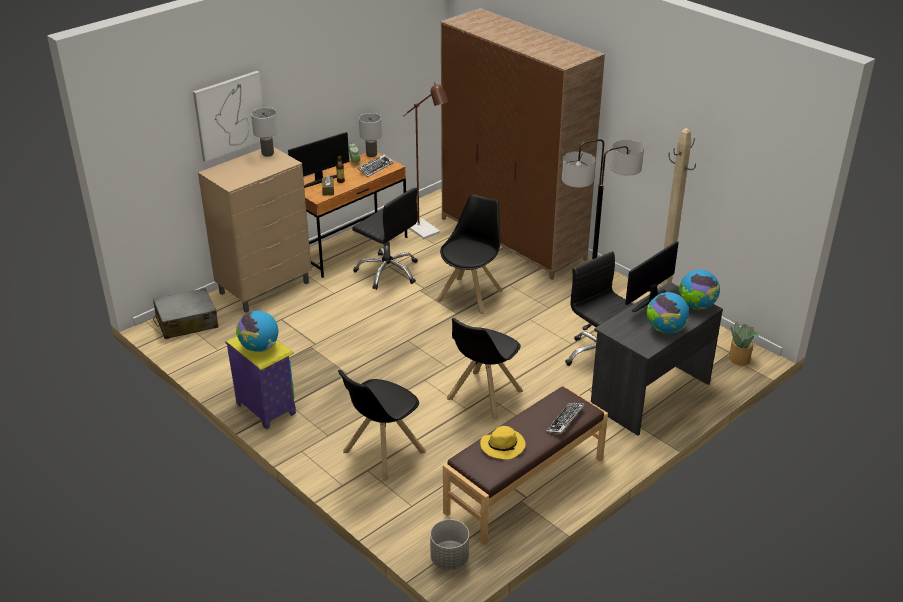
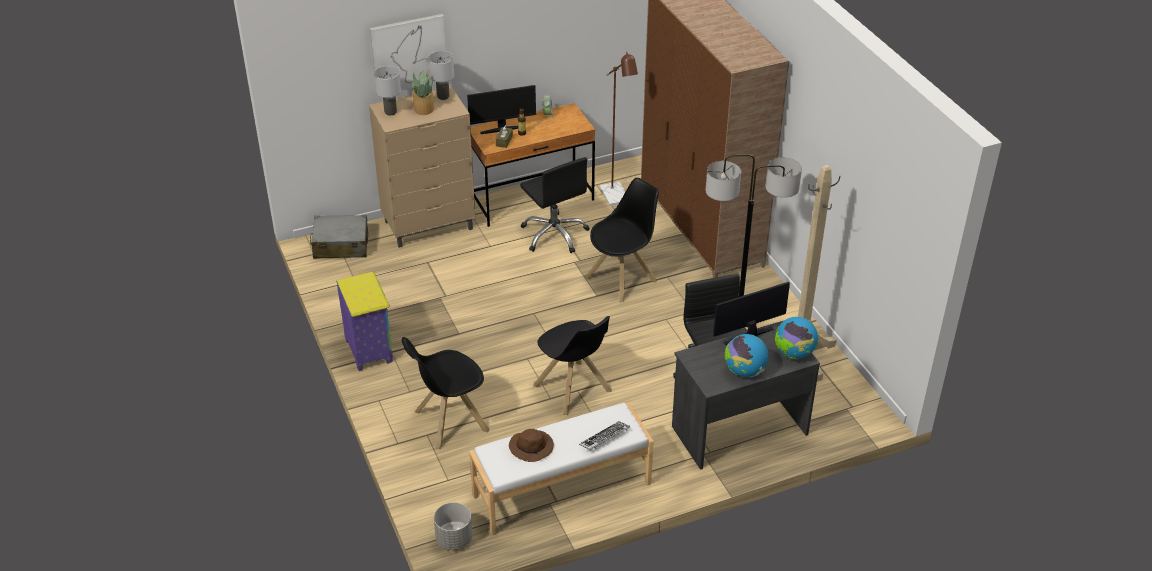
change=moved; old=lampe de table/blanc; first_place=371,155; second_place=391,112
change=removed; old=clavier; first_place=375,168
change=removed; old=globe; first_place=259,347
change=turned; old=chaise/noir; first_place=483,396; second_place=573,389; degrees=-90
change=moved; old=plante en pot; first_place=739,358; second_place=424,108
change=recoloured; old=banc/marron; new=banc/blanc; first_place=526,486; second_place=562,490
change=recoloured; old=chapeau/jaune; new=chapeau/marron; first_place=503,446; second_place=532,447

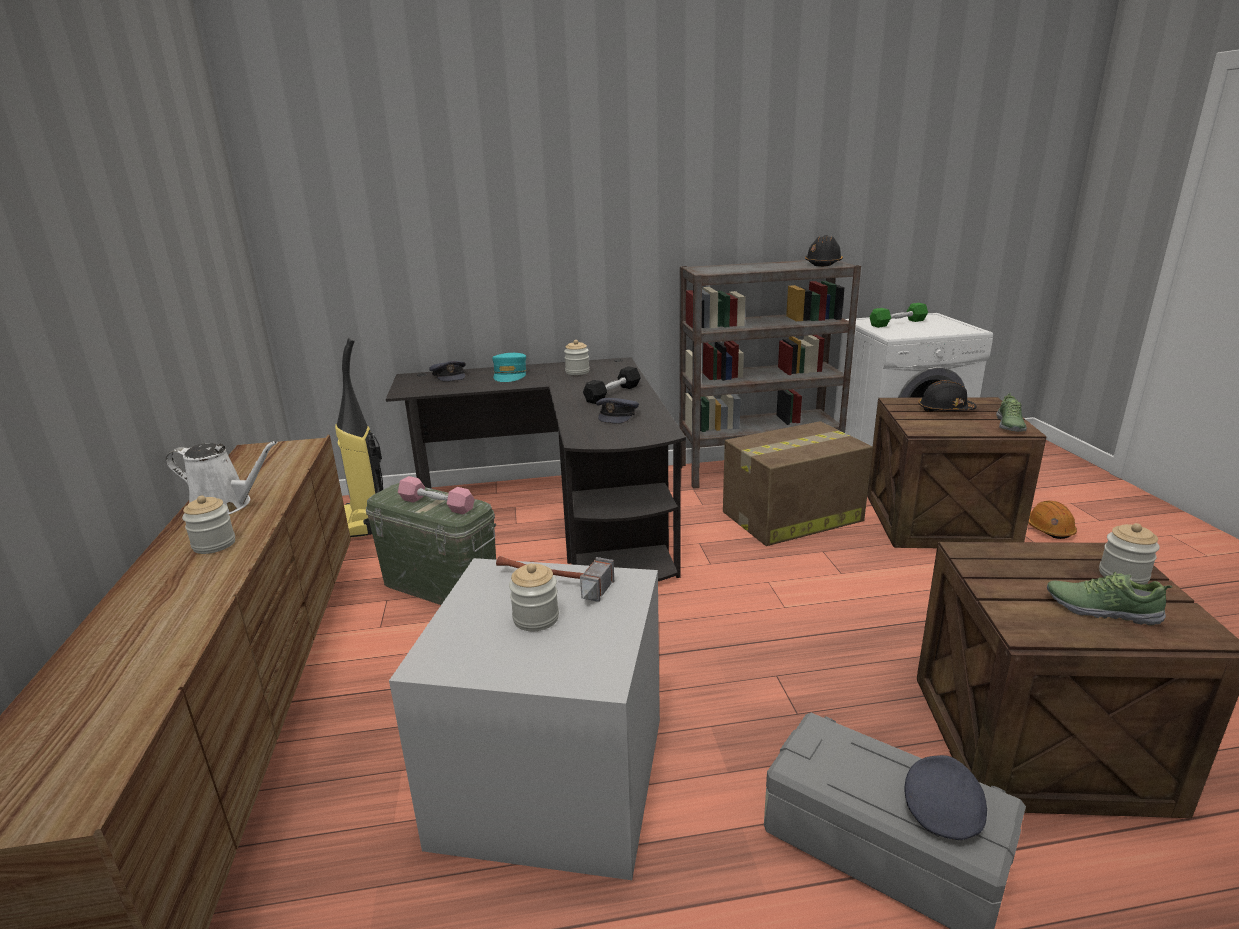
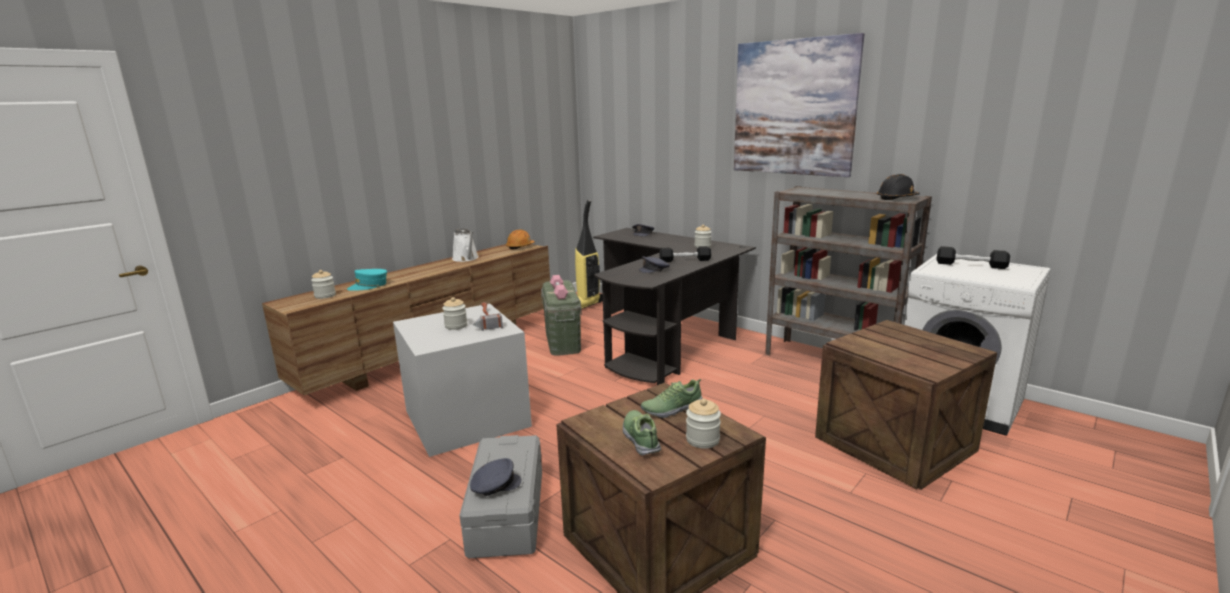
change=recoloured; old=haltère/vert; new=haltère/noir; first_place=898,323; second_place=971,265
change=moved; old=casquette/turquoise; first_place=510,375; second_place=369,286
change=removed; old=casque de chantier/noir; first_place=945,410
change=moved; old=chaussure; first_place=1009,425; second_place=671,409
change=removed; old=carton; first_place=790,517
change=moved; old=bocal; first_place=214,544; second_place=325,295
change=moved; old=casque de chantier/orange; first_place=1048,529; second_place=520,247
change=added; new=tableau; second_place=793,108

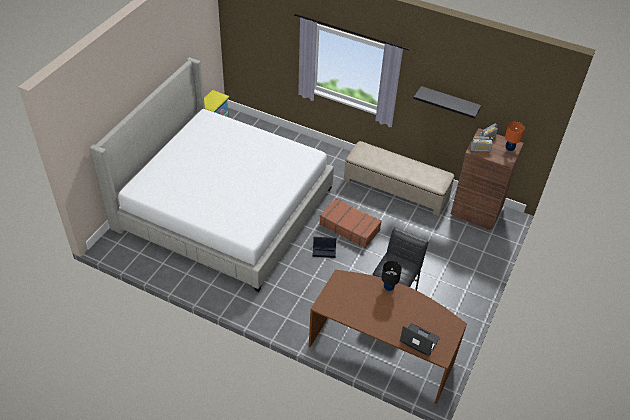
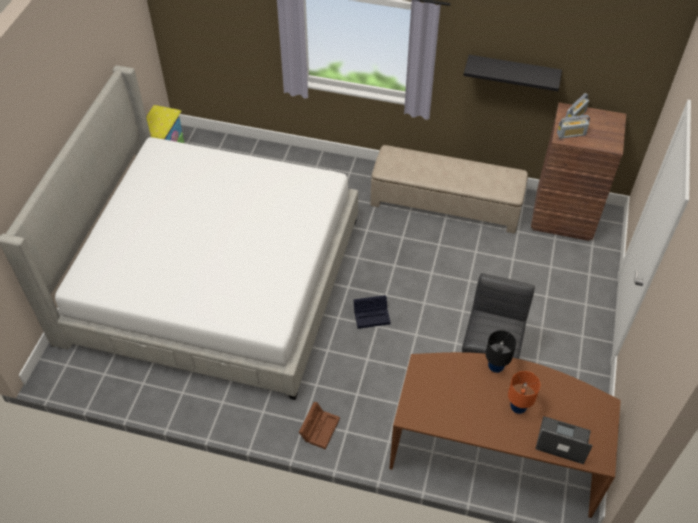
change=moved; old=lampe de table/orange; first_place=510,149; second_place=518,408
change=removed; old=valise/marron; first_place=349,227
change=added; new=boîte de rangement/marron; second_place=319,428

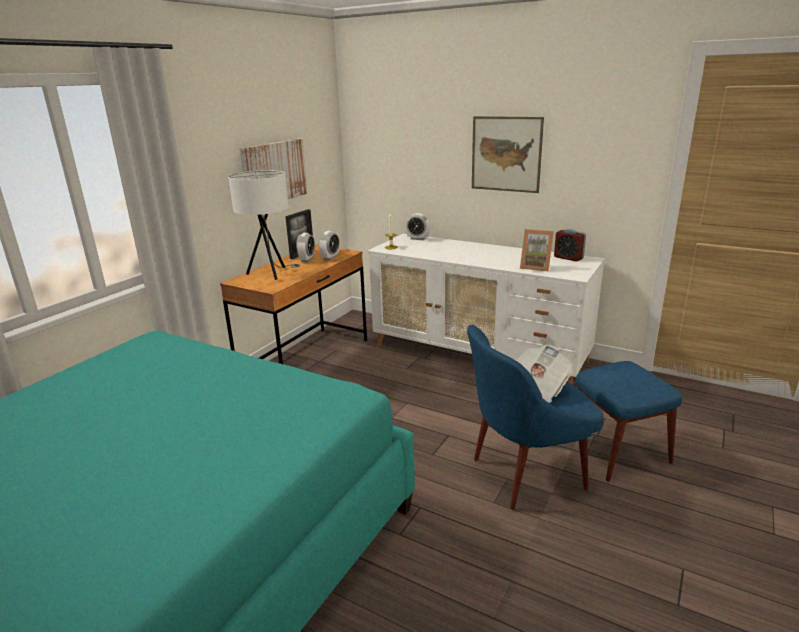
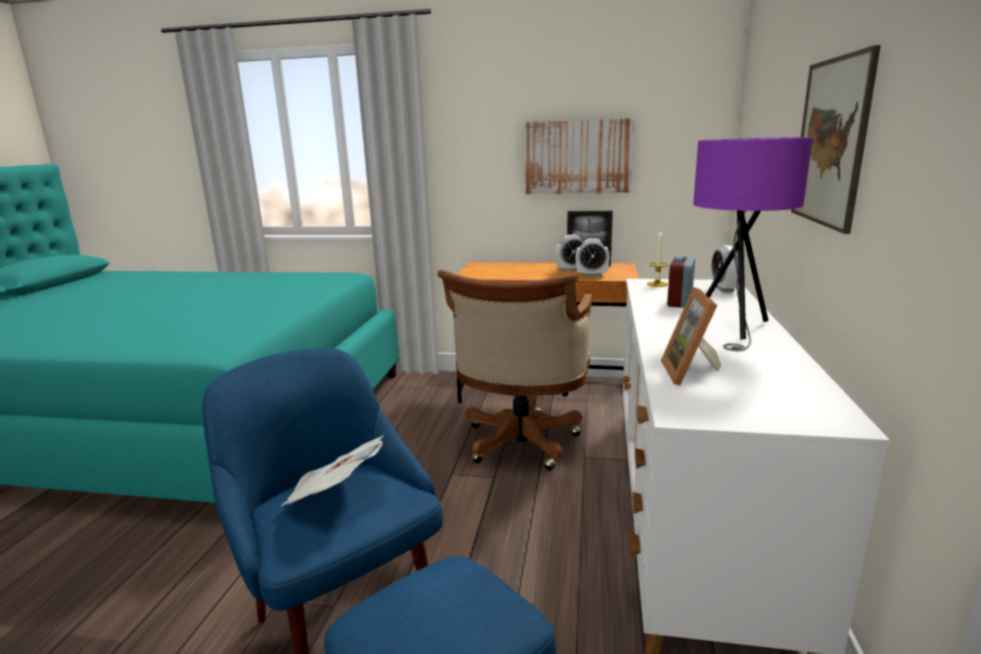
change=removed; old=lampe de table/blanc; first_place=271,274
change=moved; old=réveil; first_place=568,258; second_place=679,302
change=added; new=lampe de table/violet; second_place=733,329
change=added; new=chaise de bureau; second_place=520,444

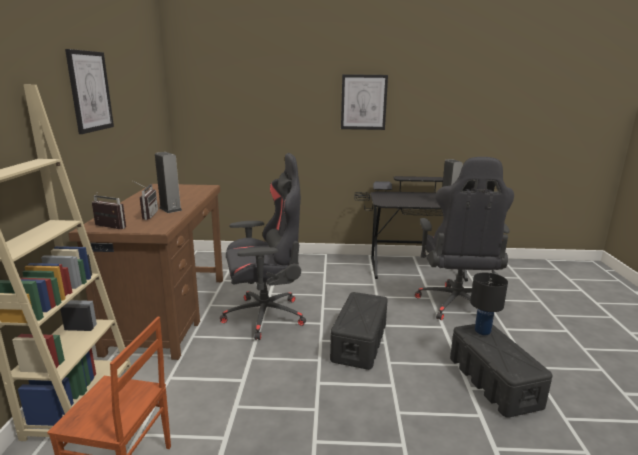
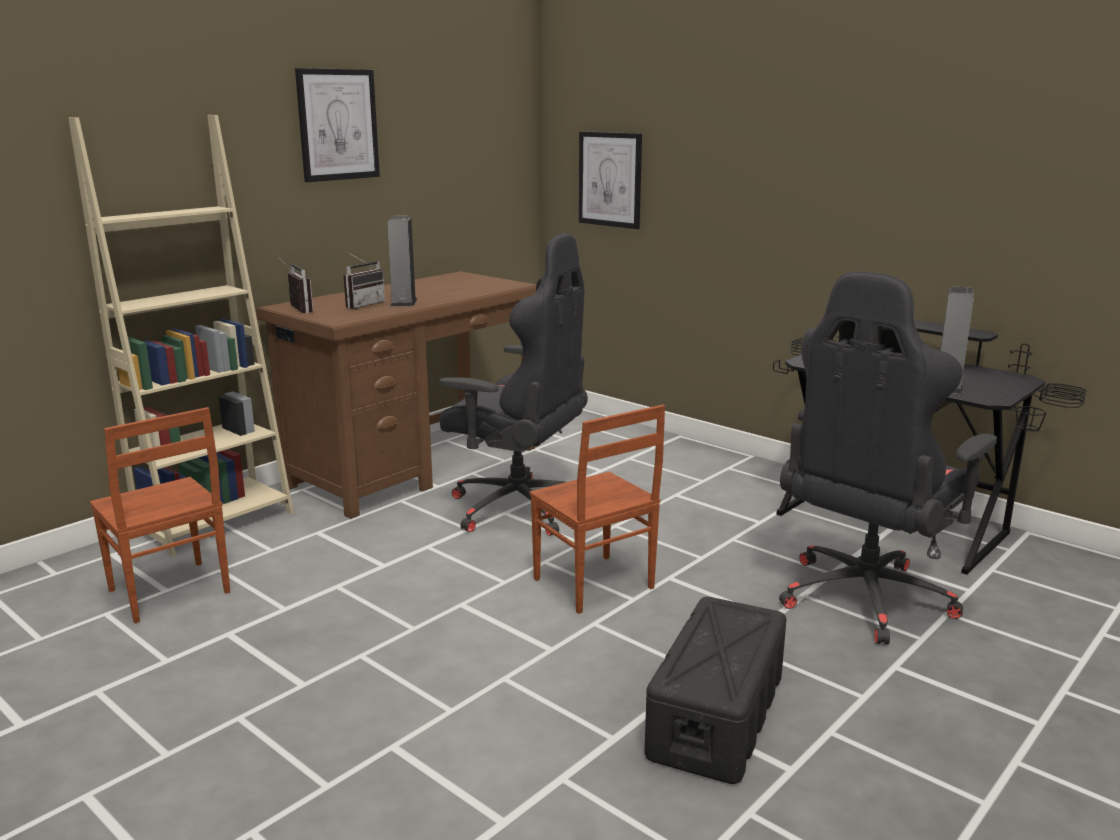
change=moved; old=tableau; first_place=363,102; second_place=610,179
change=removed; old=lampe de table/noir; first_place=483,332
change=replaced; old=boîte de rangement/noir; new=chaise/marron; first_place=359,343; second_place=593,585

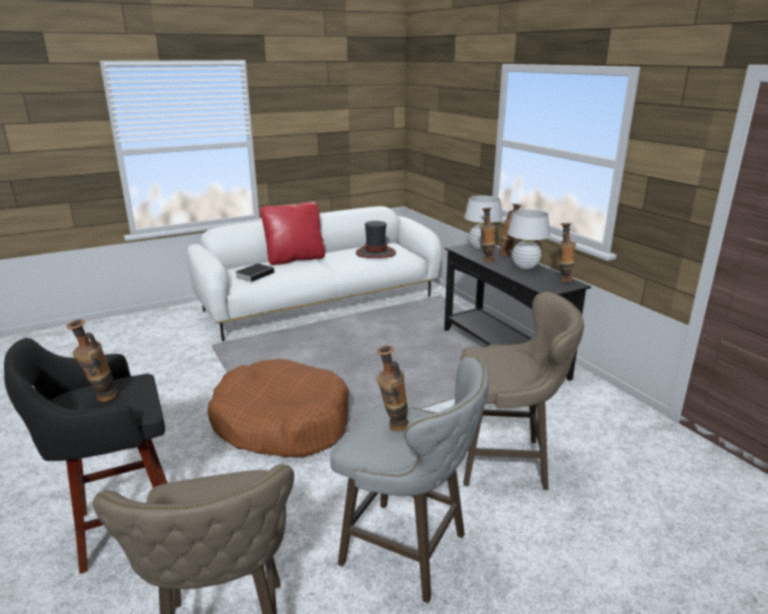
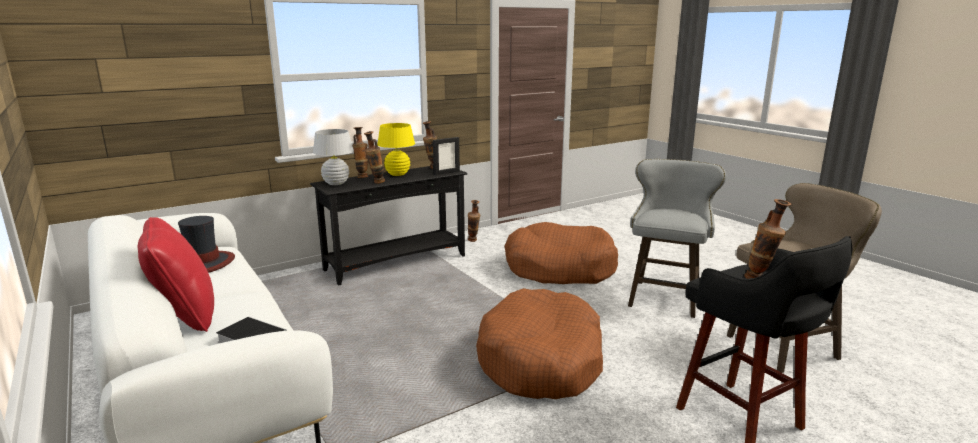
change=recoloured; old=lampe de table/blanc; new=lampe de table/jaune; first_place=525,266; second_place=397,174
change=replaced; old=tabouret/beige; new=panier pour chien/marron; first_place=507,462; second_place=559,268
change=moved; old=vase; first_place=392,428; second_place=473,241
change=added; new=cadre photo; second_place=446,172

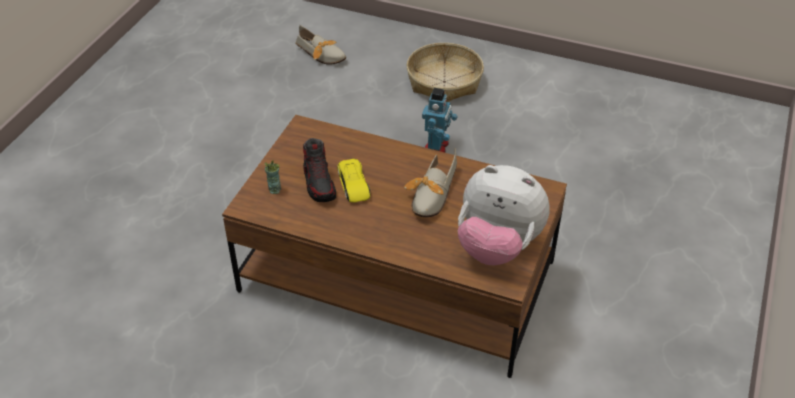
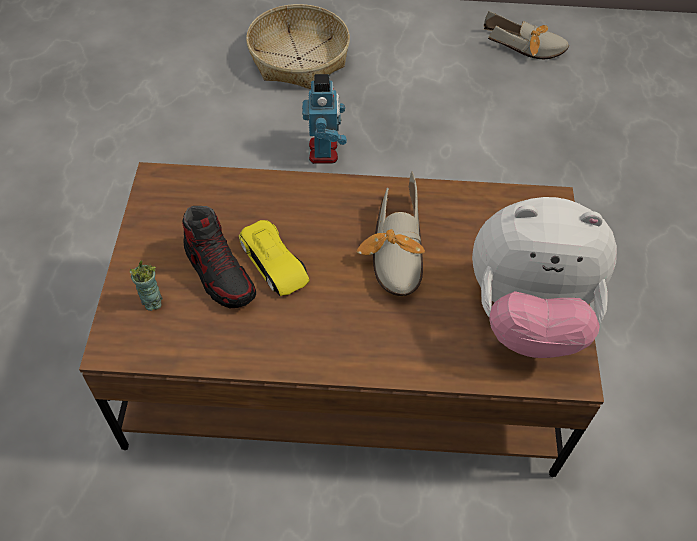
change=moved; old=chaussure; first_place=322,55; second_place=528,47

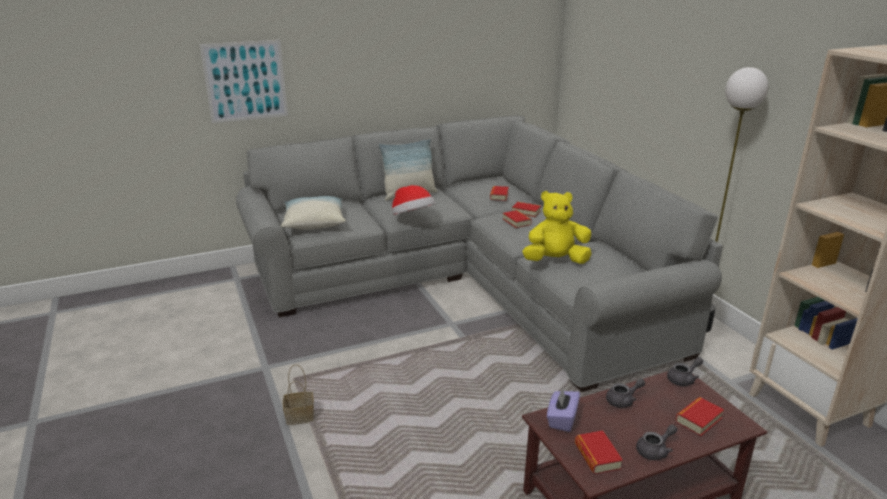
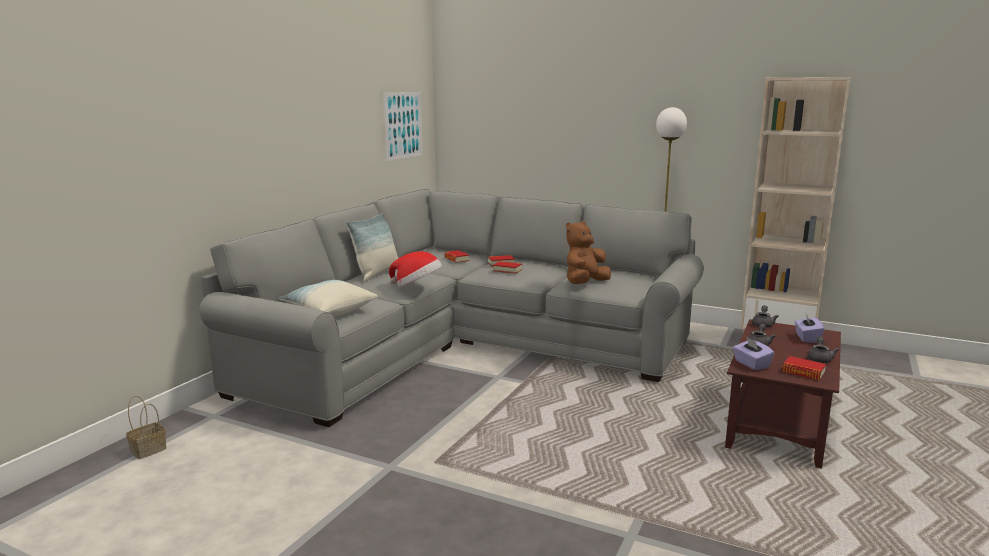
change=moved; old=tableau; first_place=245,81; second_place=403,125
change=recoloured; old=peluche/jaune; new=peluche/marron; first_place=555,261; second_place=585,284
change=moved; old=panier; first_place=301,416; second_place=149,449
change=replaced; old=livre; new=boîte à mouchoirs/violet; first_place=698,419; second_place=807,338

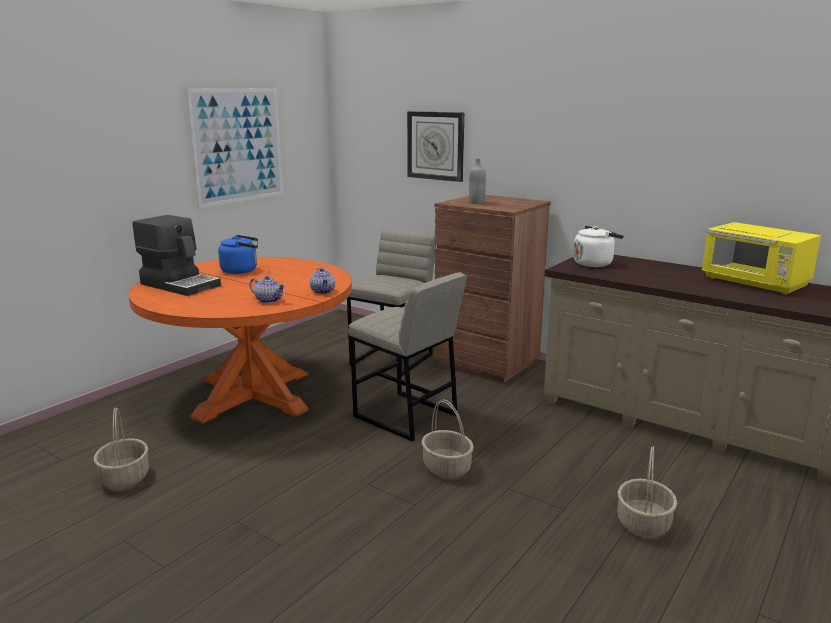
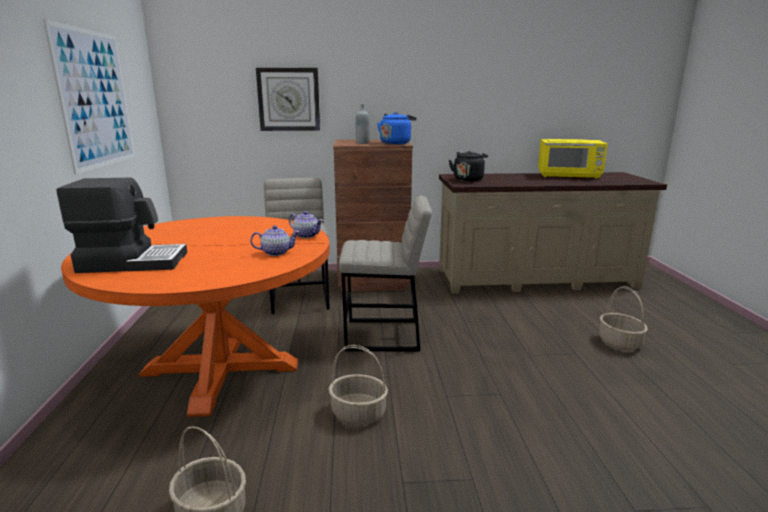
change=recoloured; old=bouilloire/blanc; new=bouilloire/noir; first_place=594,263; second_place=468,179
change=moved; old=bouilloire/bleu; first_place=241,270; second_place=396,143
change=moved; old=panier; first_place=447,468; second_place=359,413

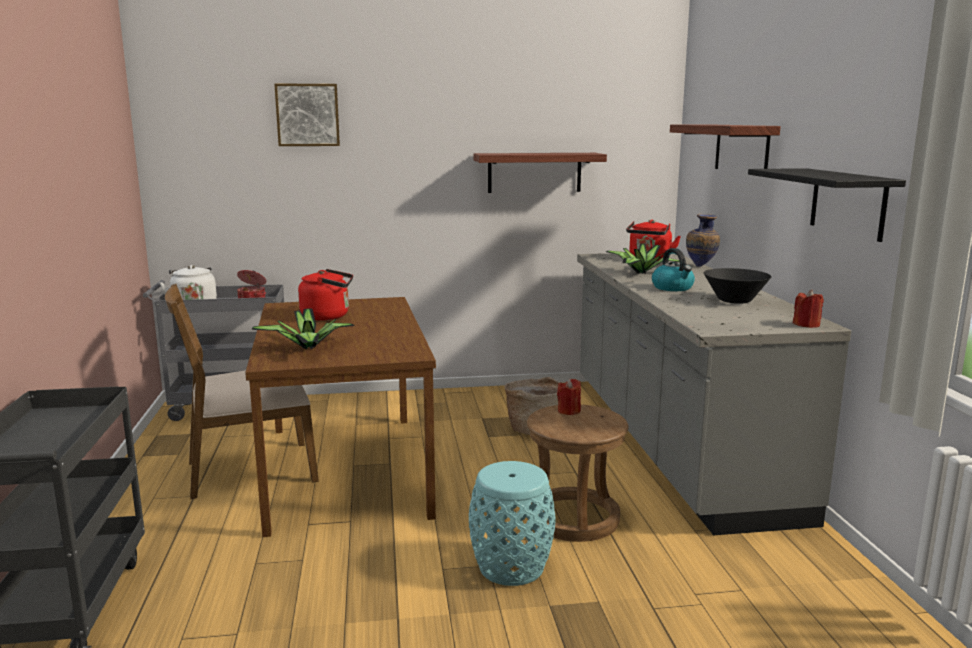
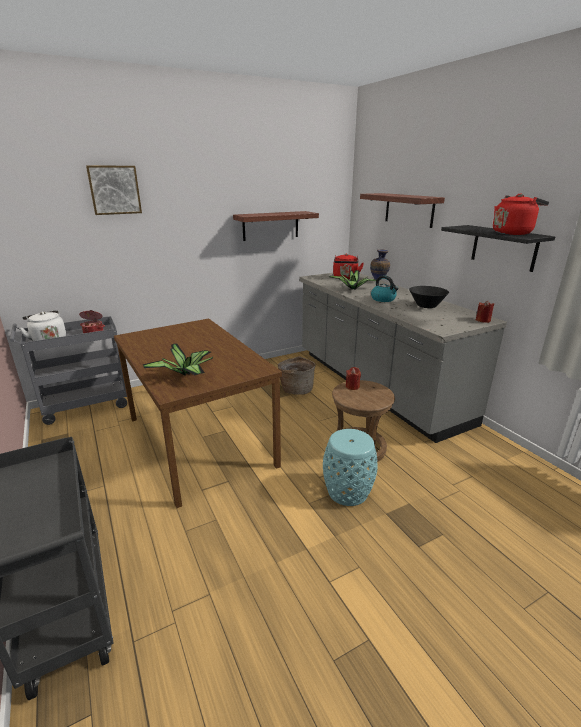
change=moved; old=bouilloire/rouge; first_place=328,316; second_place=513,233
change=removed; old=chaise/marron; first_place=250,470

